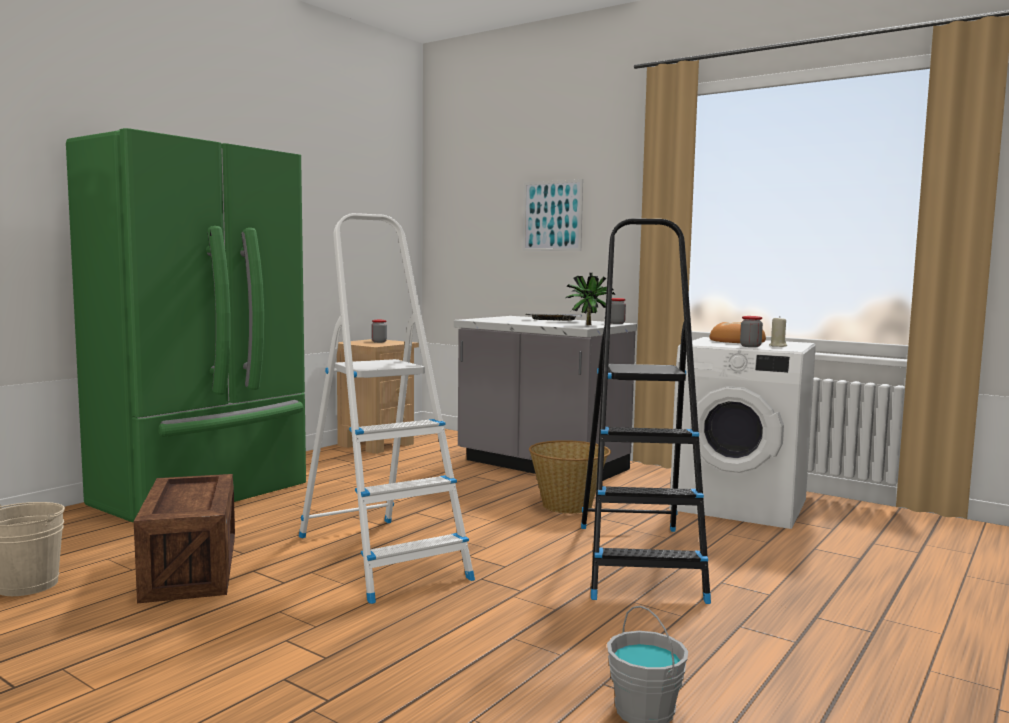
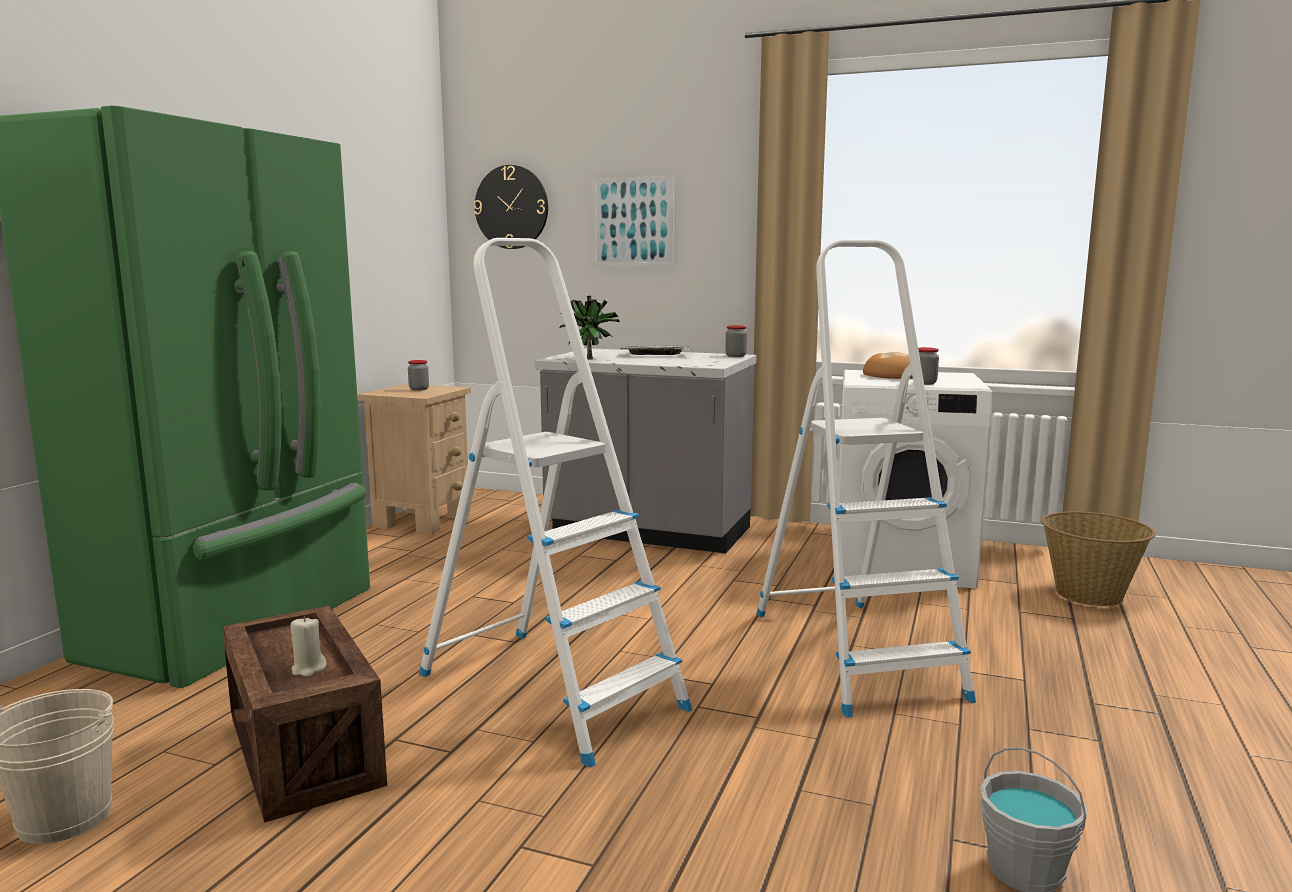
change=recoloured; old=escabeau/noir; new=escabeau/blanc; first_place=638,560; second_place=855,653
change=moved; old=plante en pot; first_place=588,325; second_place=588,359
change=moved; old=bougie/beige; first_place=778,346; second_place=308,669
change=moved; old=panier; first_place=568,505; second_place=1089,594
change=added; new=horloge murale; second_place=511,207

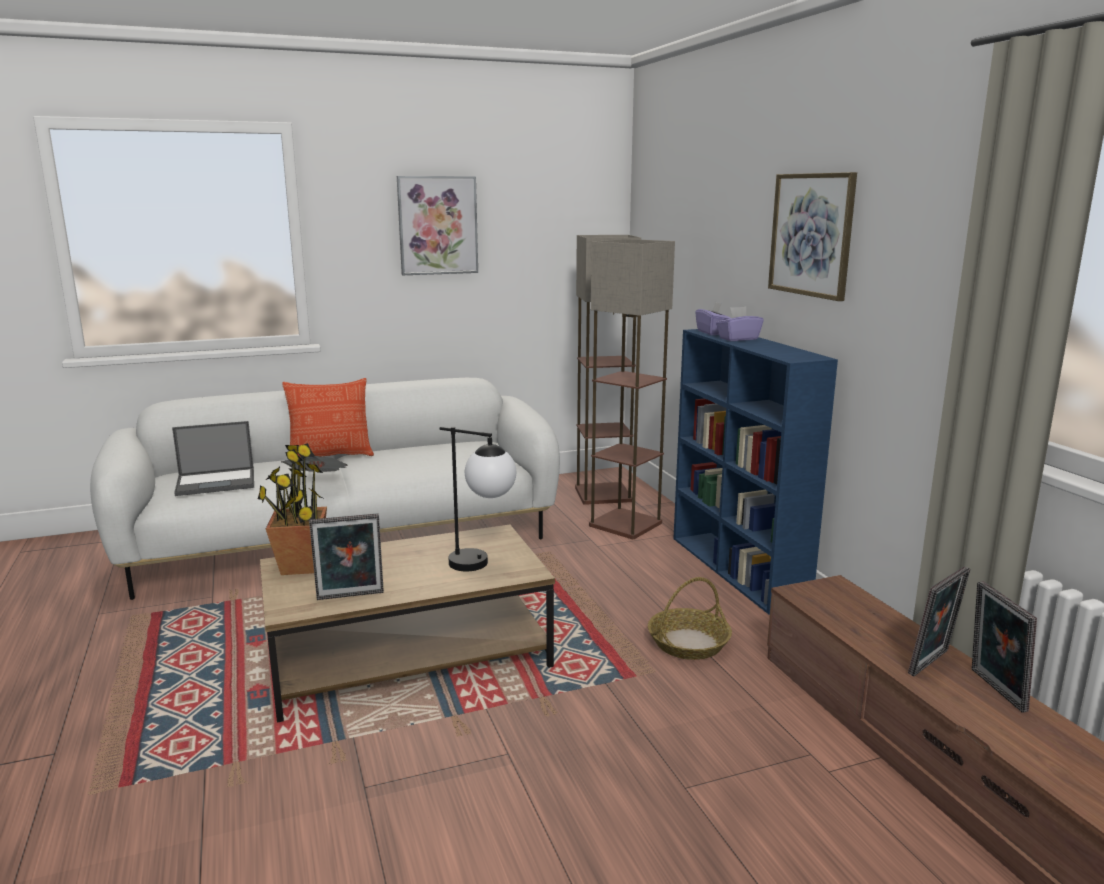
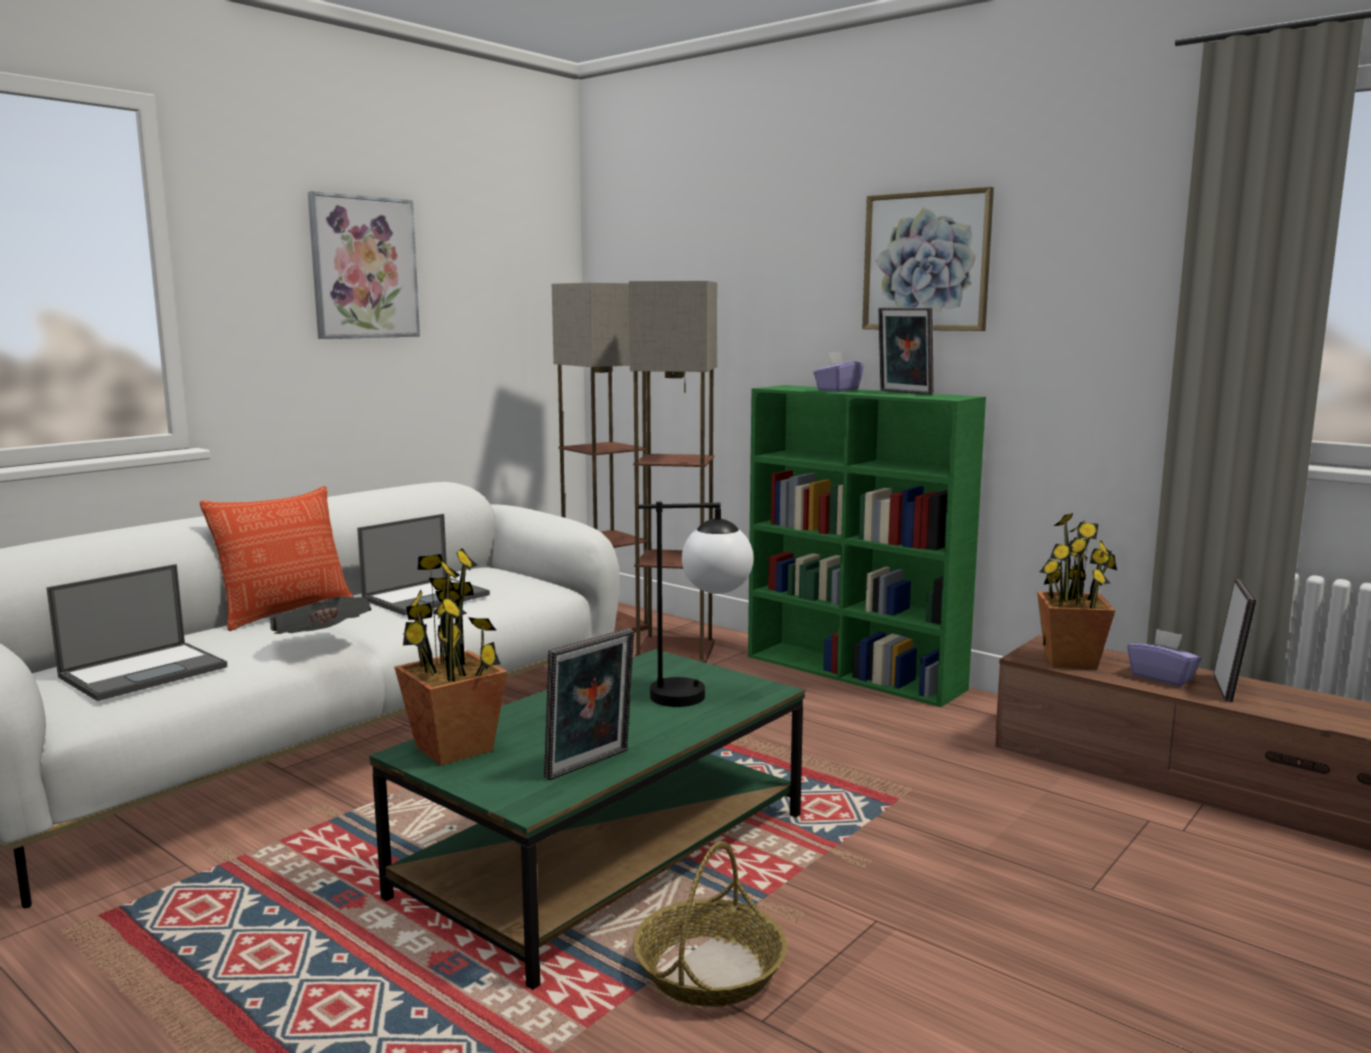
change=moved; old=boîte à mouchoirs/violet; first_place=713,332; second_place=1162,677
change=recoloured; old=bibliothèque/bleu; new=bibliothèque/vert; first_place=738,570; second_place=855,673
change=recoloured; old=table basse/marron; new=table basse/vert; first_place=410,655; second_place=608,853
change=moved; old=panier; first_place=688,643; second_place=709,969
change=moved; old=cadre photo; first_place=994,690; second_place=903,393
change=added; new=plante en pot; second_place=1069,661
change=added; new=ordinateur portable; second_place=427,597

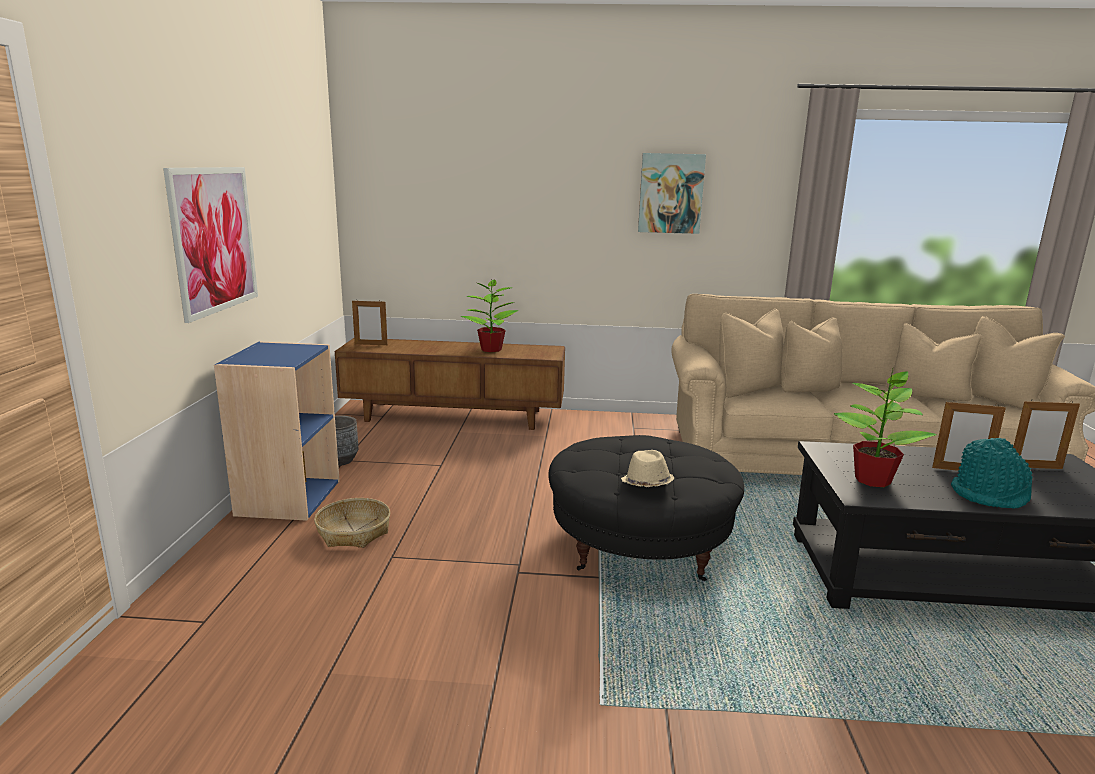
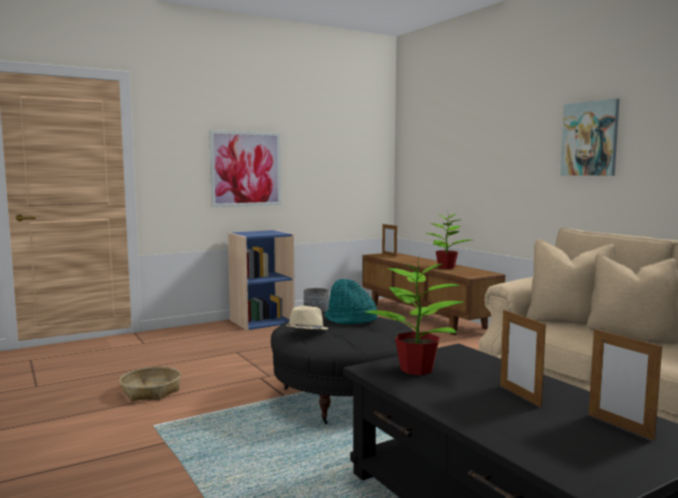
change=moved; old=chapeau/turquoise; first_place=990,495; second_place=350,320
change=moved; old=panier; first_place=353,532; second_place=151,391

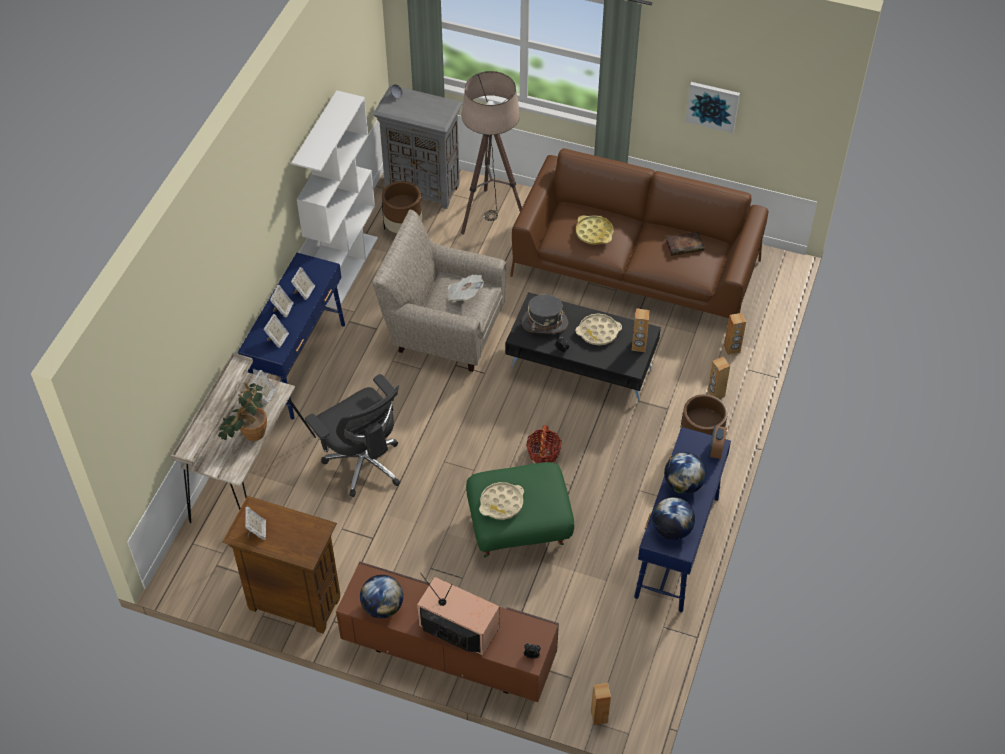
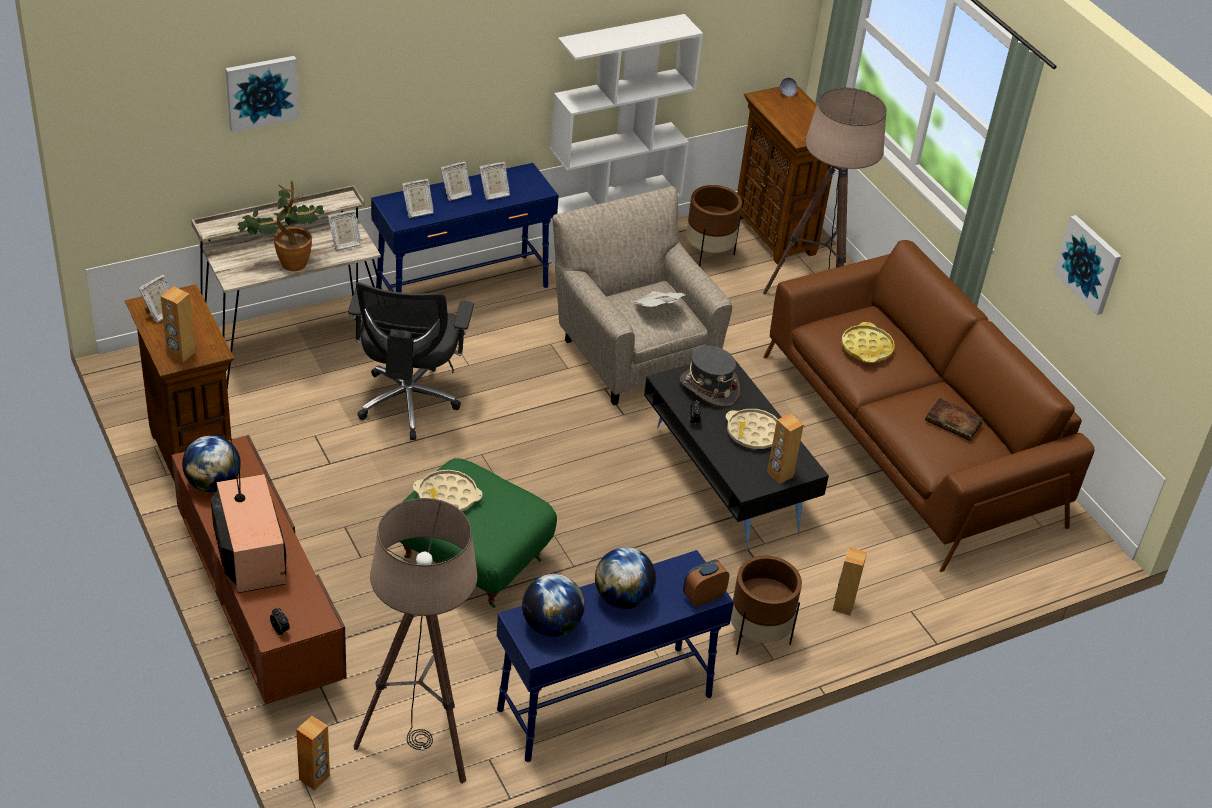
change=recoloured; old=meuble de rangement/gris; new=meuble de rangement/marron; first_place=423,189; second_place=776,235
change=moved; old=enceinte/marron; first_place=732,349; second_place=181,353
change=removed; old=panier; first_place=543,452
change=added; new=tableau; second_place=261,92
change=added; new=lampadaire; second_place=421,738

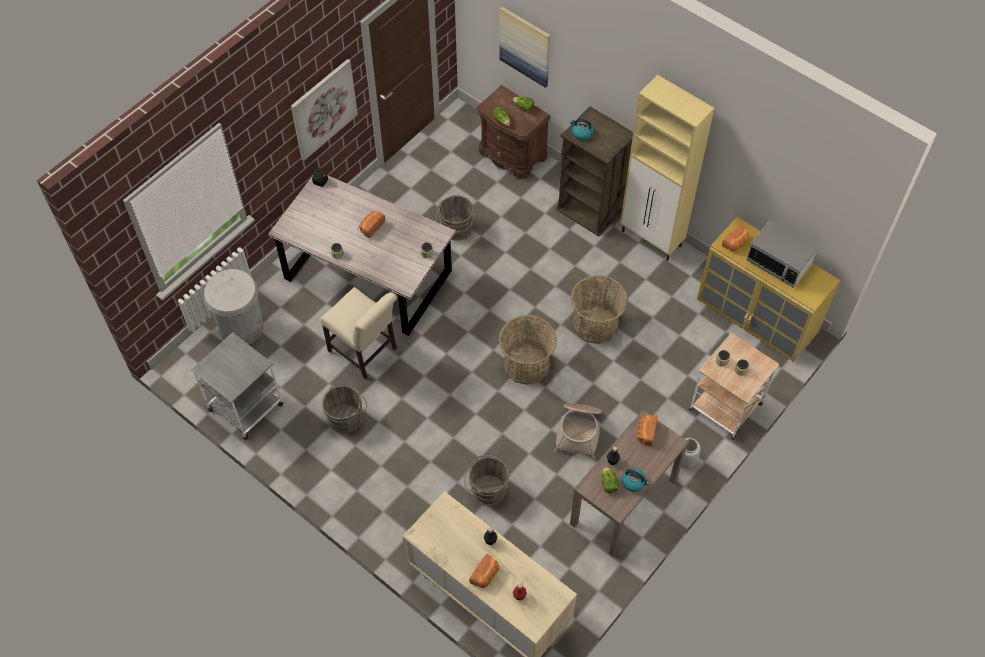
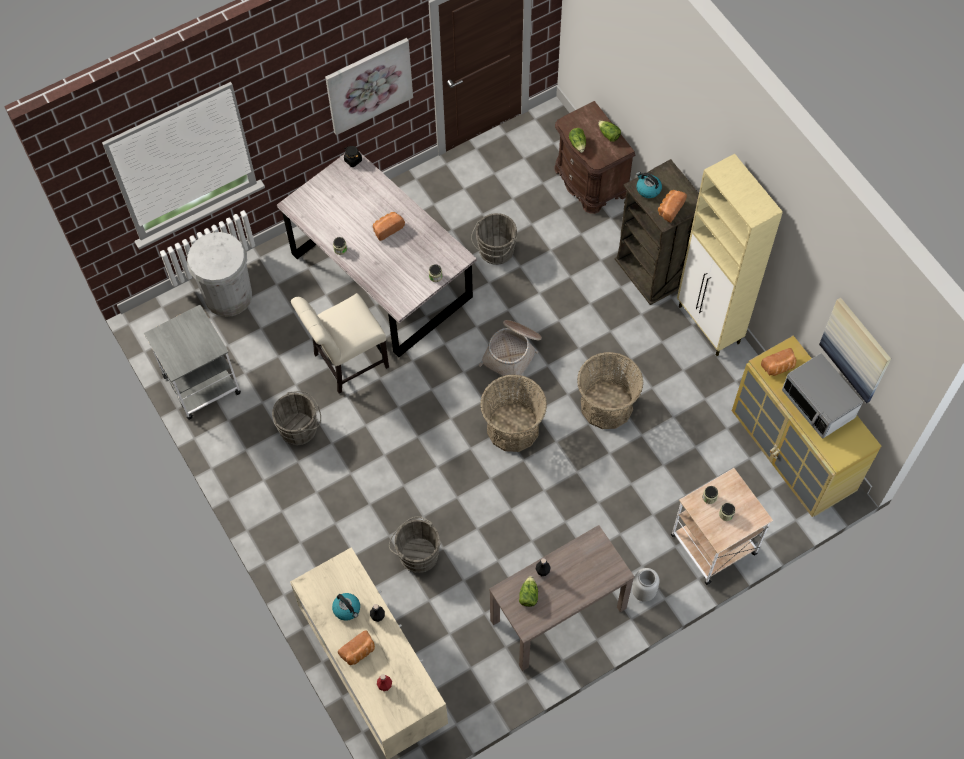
change=moved; old=tableau; first_place=525,46; second_place=856,349
change=turned; old=chaise/beige; first_place=365,353; second_place=346,362; degrees=90
change=moved; old=panier; first_place=579,431; second_place=512,353
change=moved; old=pain; first_place=645,433; second_place=670,209
change=moved; old=bouilloire; first_place=634,482; second_place=347,609

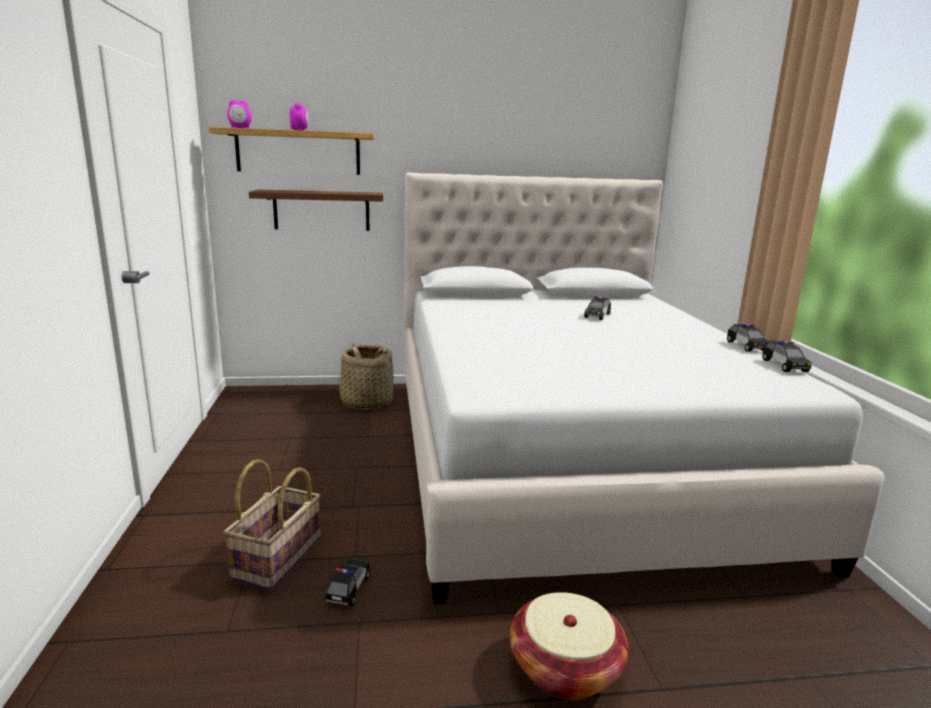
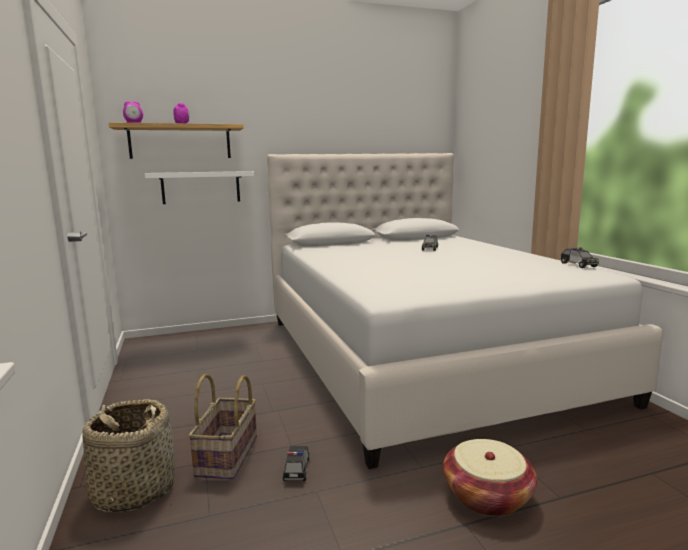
change=recoloured; old=étagère/marron; new=étagère/blanc; first_place=321,210; second_place=201,187
change=removed; old=petite voiture; first_place=746,346
change=moved; old=panier; first_place=366,402; second_place=133,490

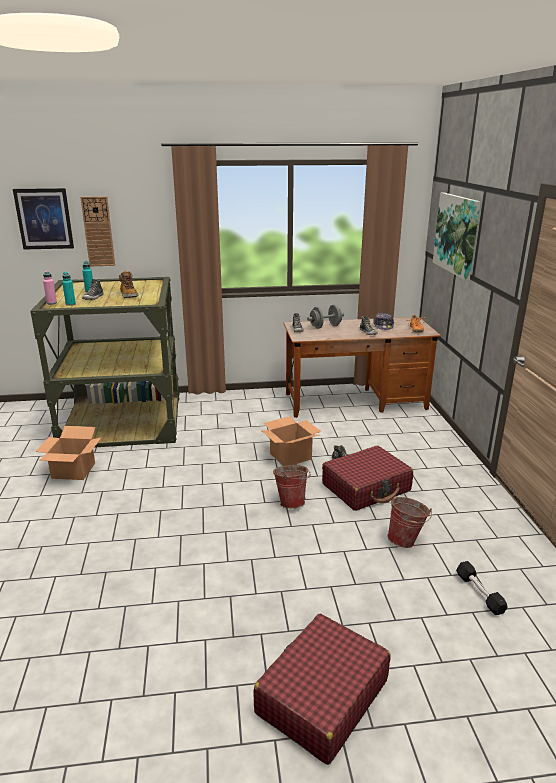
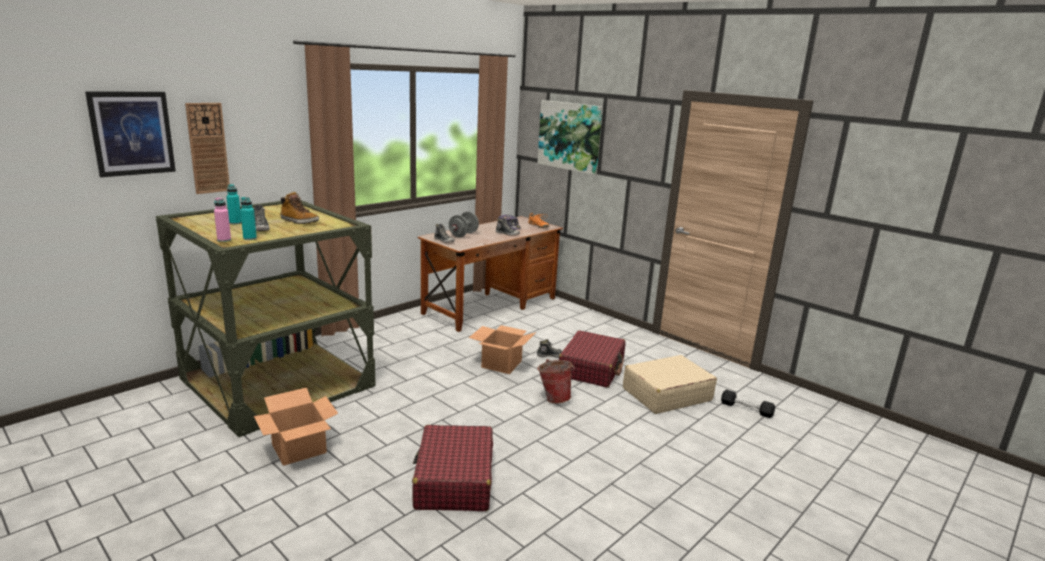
change=replaced; old=seau; new=valise/beige; first_place=406,540; second_place=666,394
change=moved; old=valise/rouge; first_place=322,697; second_place=454,480

